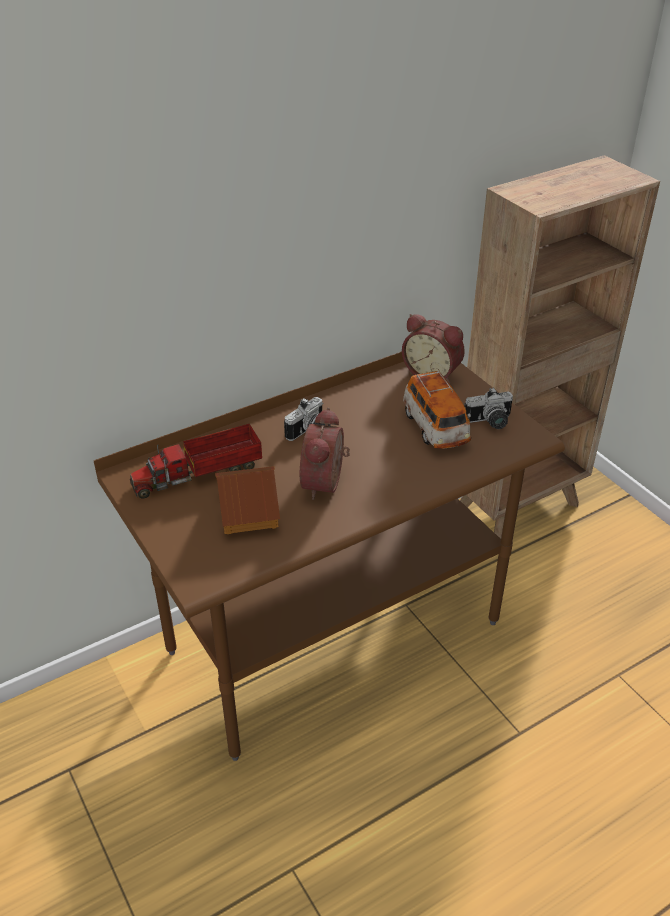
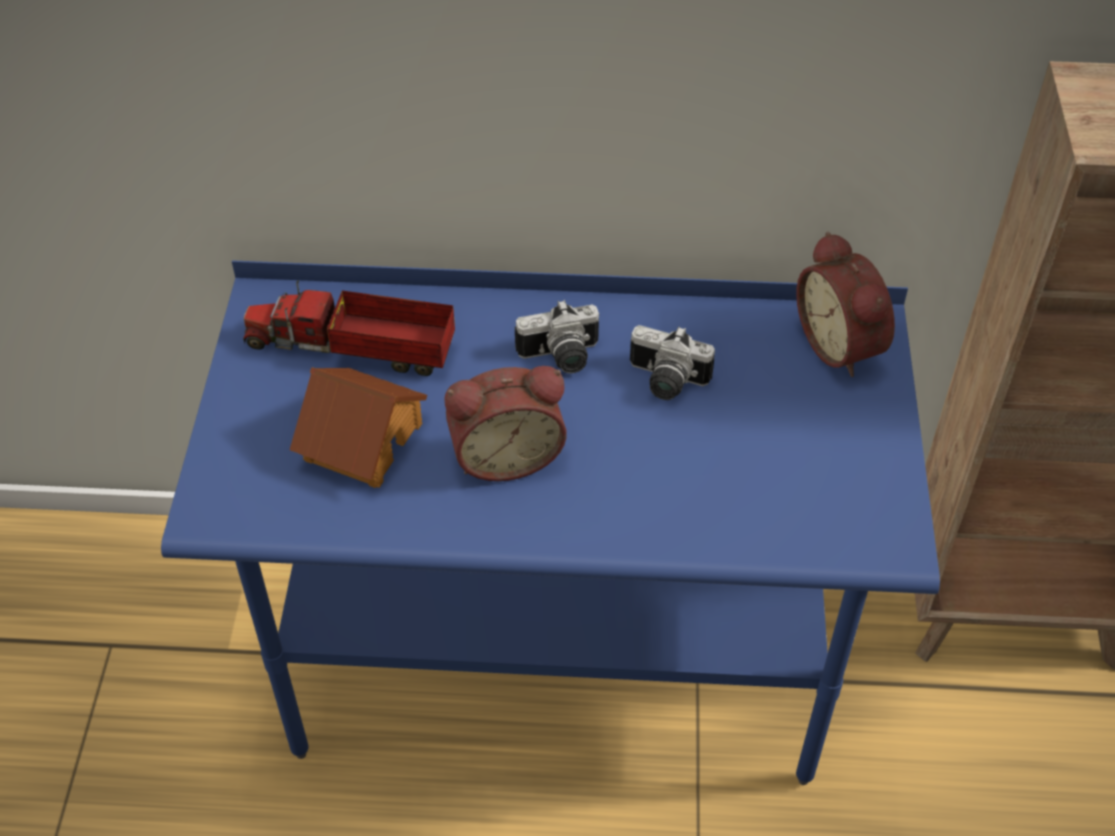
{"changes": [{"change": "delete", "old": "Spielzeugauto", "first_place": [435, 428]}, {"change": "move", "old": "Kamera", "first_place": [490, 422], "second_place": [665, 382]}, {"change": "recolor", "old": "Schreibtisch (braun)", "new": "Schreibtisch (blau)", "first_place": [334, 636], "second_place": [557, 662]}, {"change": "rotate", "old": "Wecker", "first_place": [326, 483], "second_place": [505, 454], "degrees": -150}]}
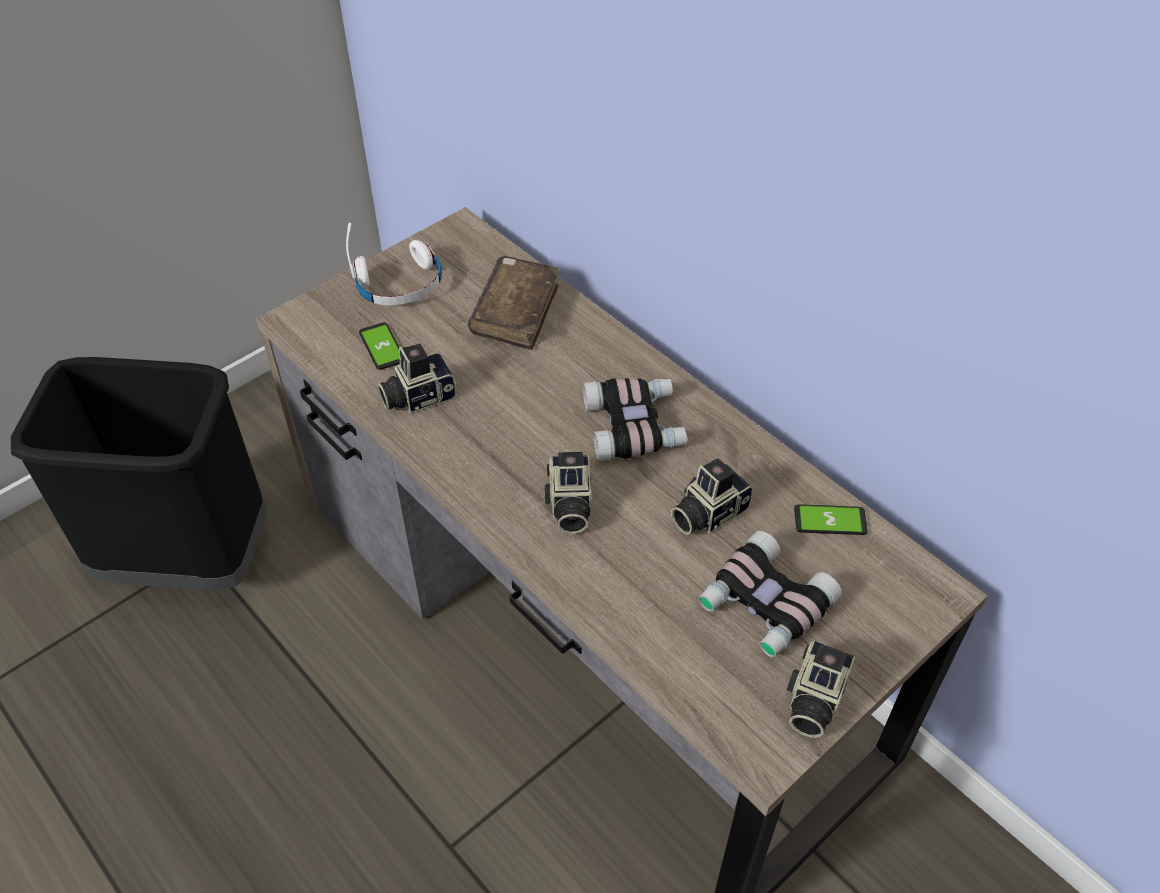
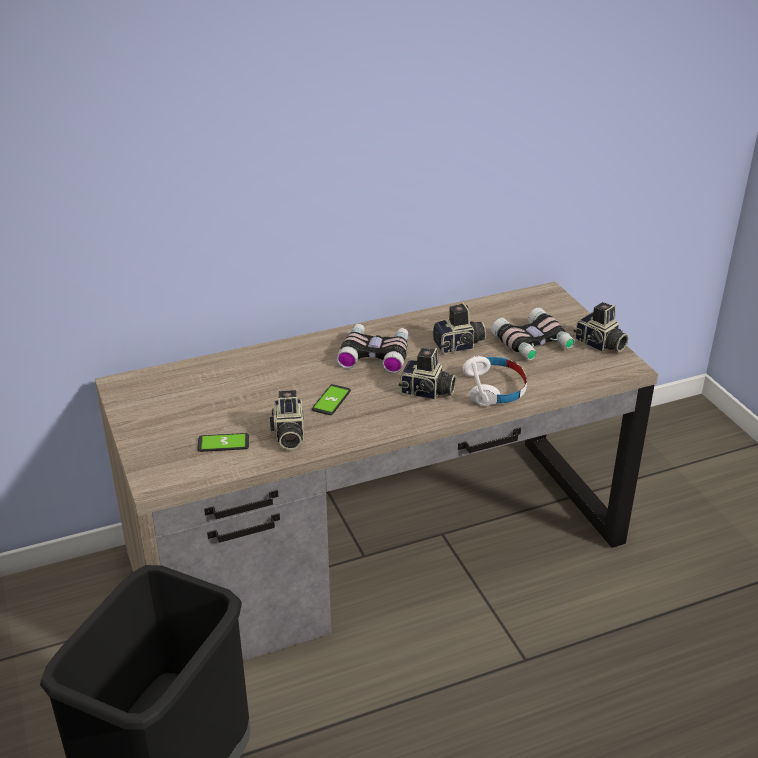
{"changes": [{"change": "delete", "old": "Buch (braun)", "first_place": [515, 312]}, {"change": "move", "old": "Kopfhörer (weiß)", "first_place": [400, 285], "second_place": [494, 388]}, {"change": "move", "old": "Handy", "first_place": [830, 520], "second_place": [331, 400]}, {"change": "rotate", "old": "Kamera", "first_place": [707, 512], "second_place": [459, 345], "degrees": -90}]}
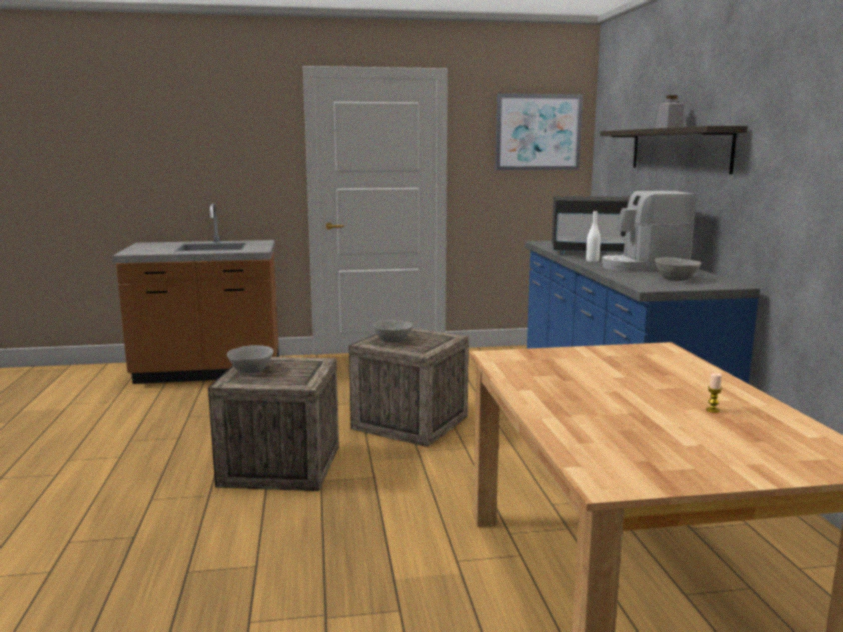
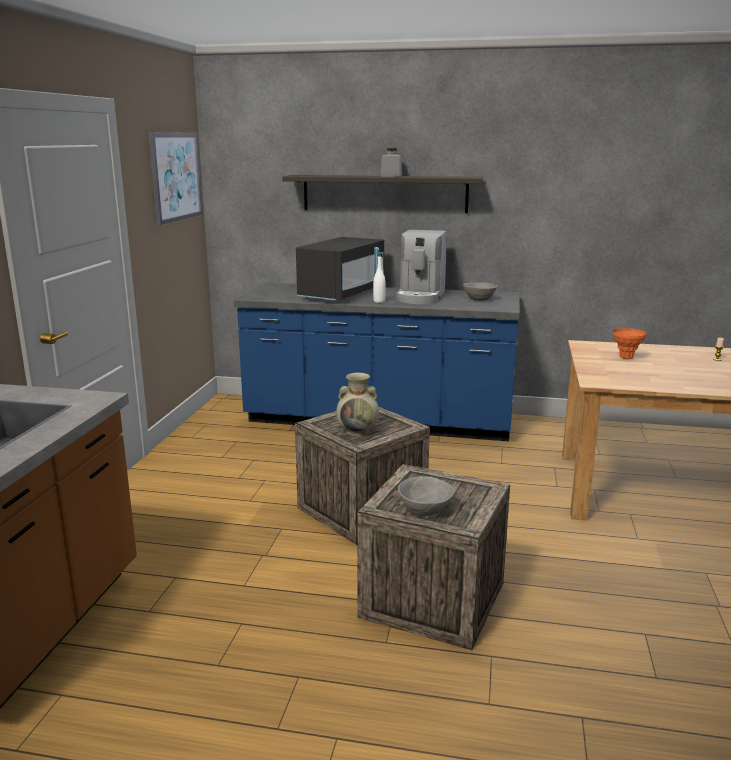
{"changes": [{"change": "insert", "new": "Vase (orange)", "second_place": [626, 357]}, {"change": "replace", "old": "Schüssel (grau)", "new": "Vase (beige)", "first_place": [393, 341], "second_place": [358, 431]}]}
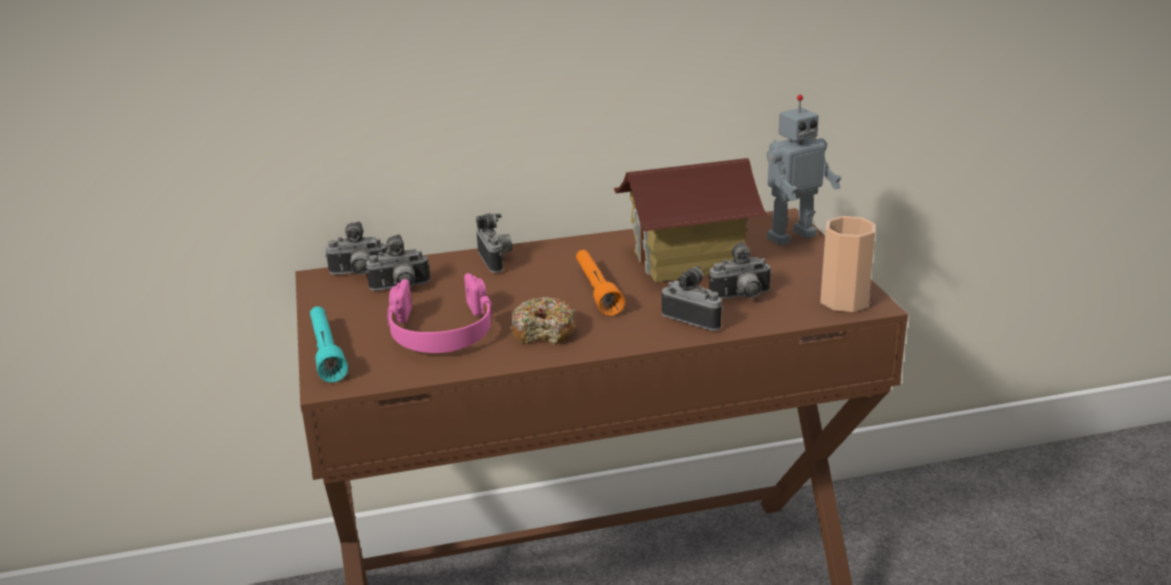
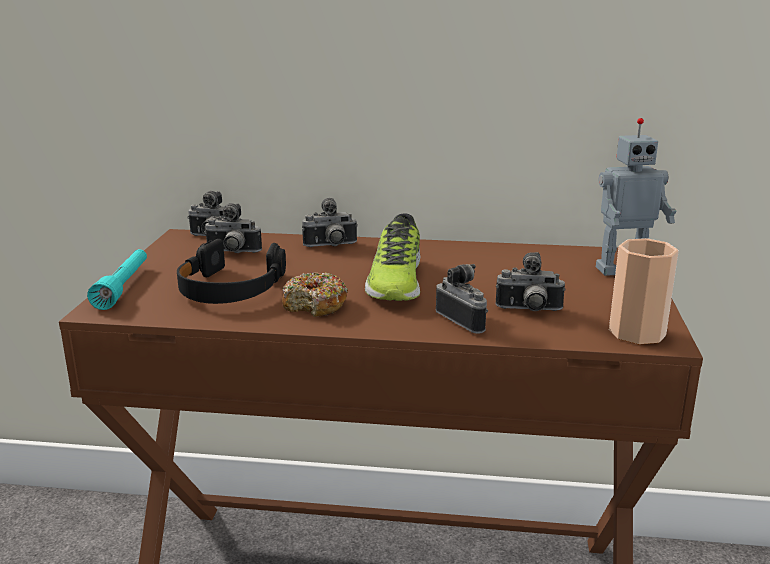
{"changes": [{"change": "delete", "old": "Spielzeughaus", "first_place": [688, 262]}, {"change": "replace", "old": "Taschenlampe (orange)", "new": "Schuh", "first_place": [596, 290], "second_place": [395, 281]}, {"change": "recolor", "old": "Kopfhörer (rosa)", "new": "Kopfhörer (schwarz)", "first_place": [441, 331], "second_place": [230, 288]}, {"change": "rotate", "old": "Kamera", "first_place": [496, 261], "second_place": [331, 246], "degrees": 75}]}
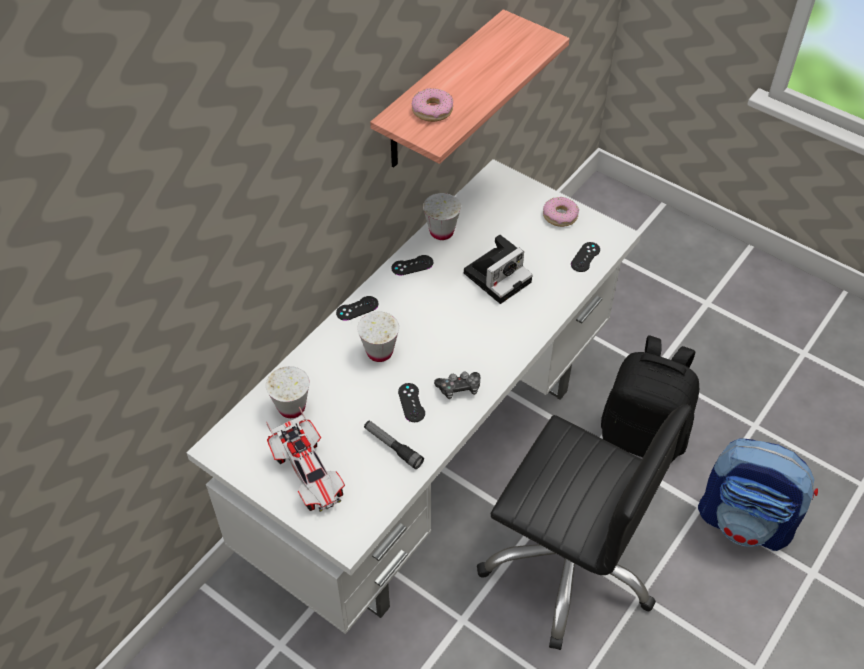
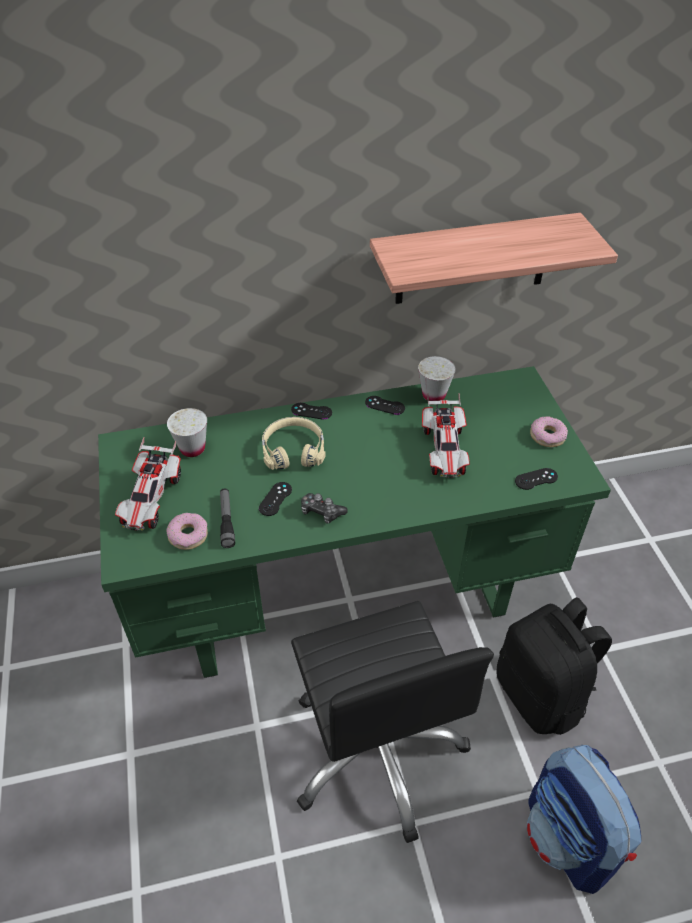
{"changes": [{"change": "move", "old": "Donut", "first_place": [432, 110], "second_place": [188, 535]}, {"change": "replace", "old": "Tasse (weiß)", "new": "Kopfhörer (beige)", "first_place": [379, 352], "second_place": [293, 450]}, {"change": "replace", "old": "Kamera", "new": "Spielzeugauto", "first_place": [498, 276], "second_place": [444, 450]}, {"change": "recolor", "old": "Schreibtisch (weiß)", "new": "Schreibtisch (grün)", "first_place": [430, 463], "second_place": [346, 595]}]}
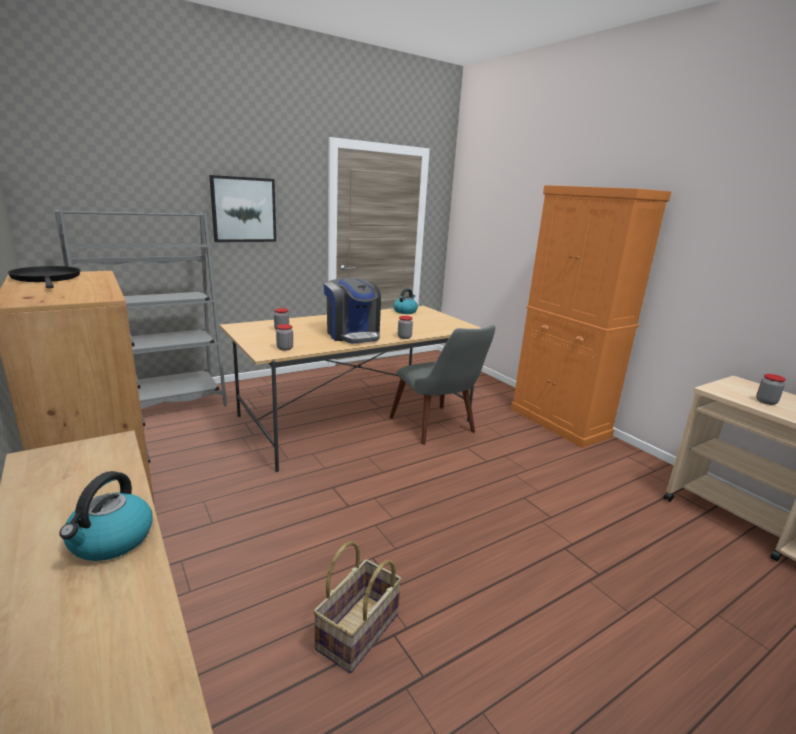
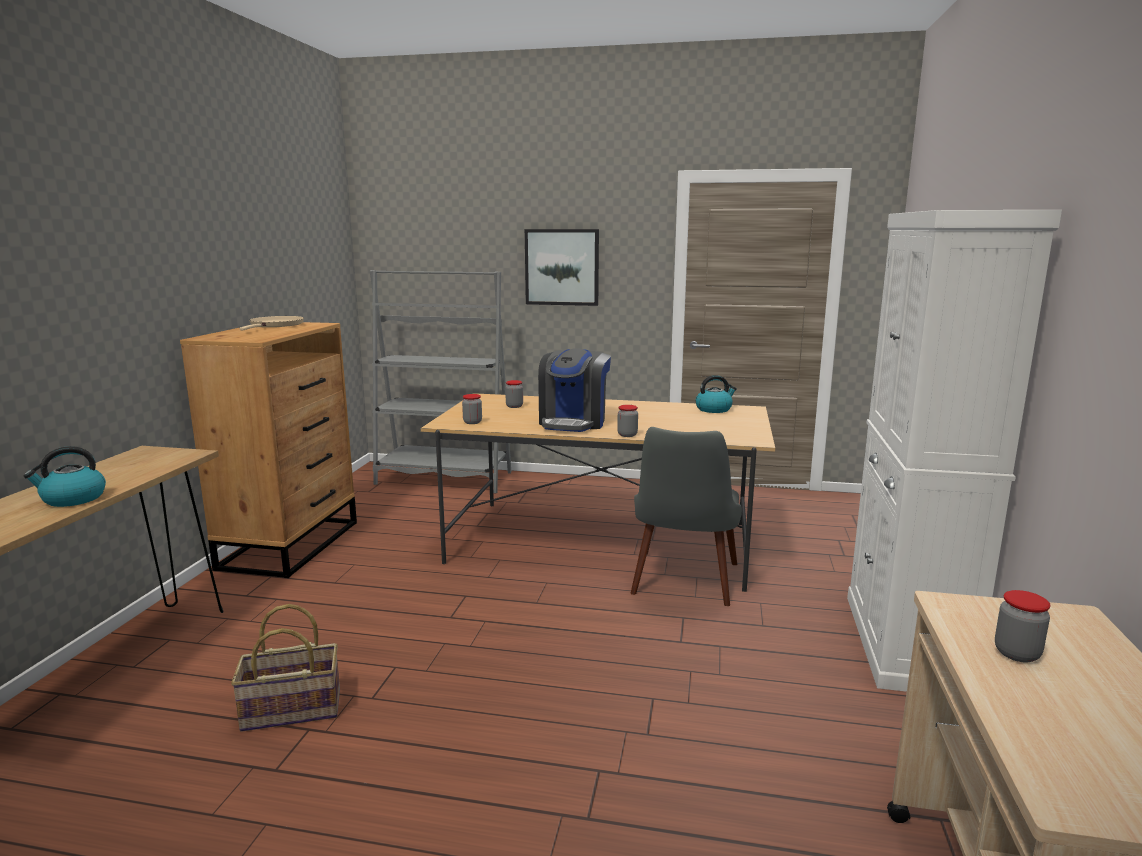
{"changes": [{"change": "recolor", "old": "Pfanne (schwarz)", "new": "Pfanne (beige)", "first_place": [47, 279], "second_place": [275, 325]}, {"change": "recolor", "old": "Schrank (orange)", "new": "Schrank (weiß)", "first_place": [559, 422], "second_place": [904, 643]}]}
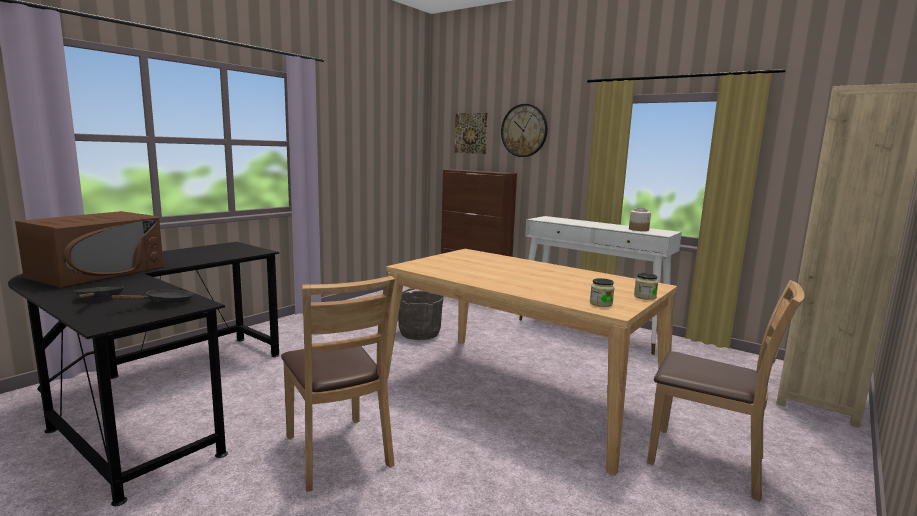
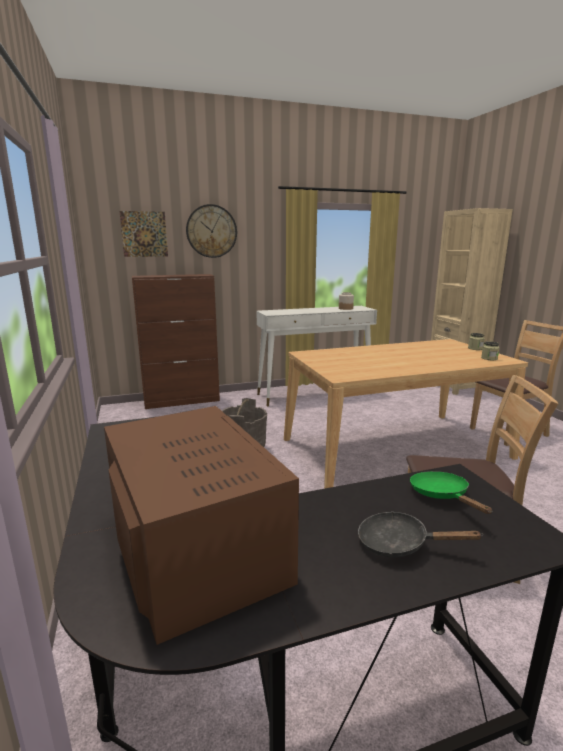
{"changes": [{"change": "recolor", "old": "Pfanne (schwarz)", "new": "Pfanne (grün)", "first_place": [164, 303], "second_place": [442, 495]}]}
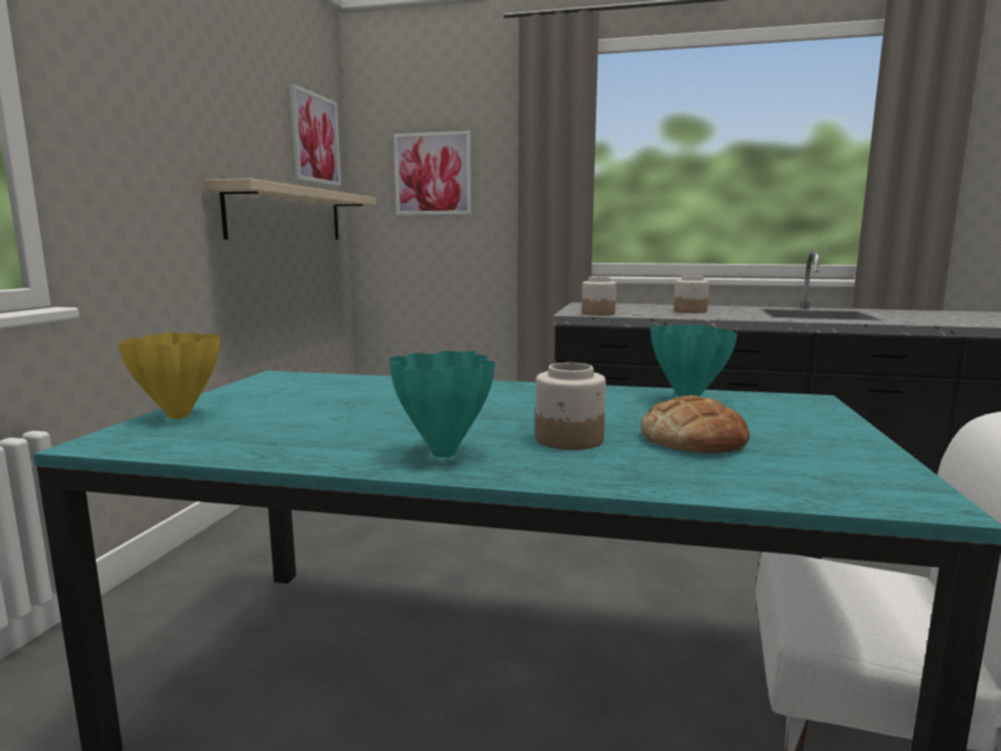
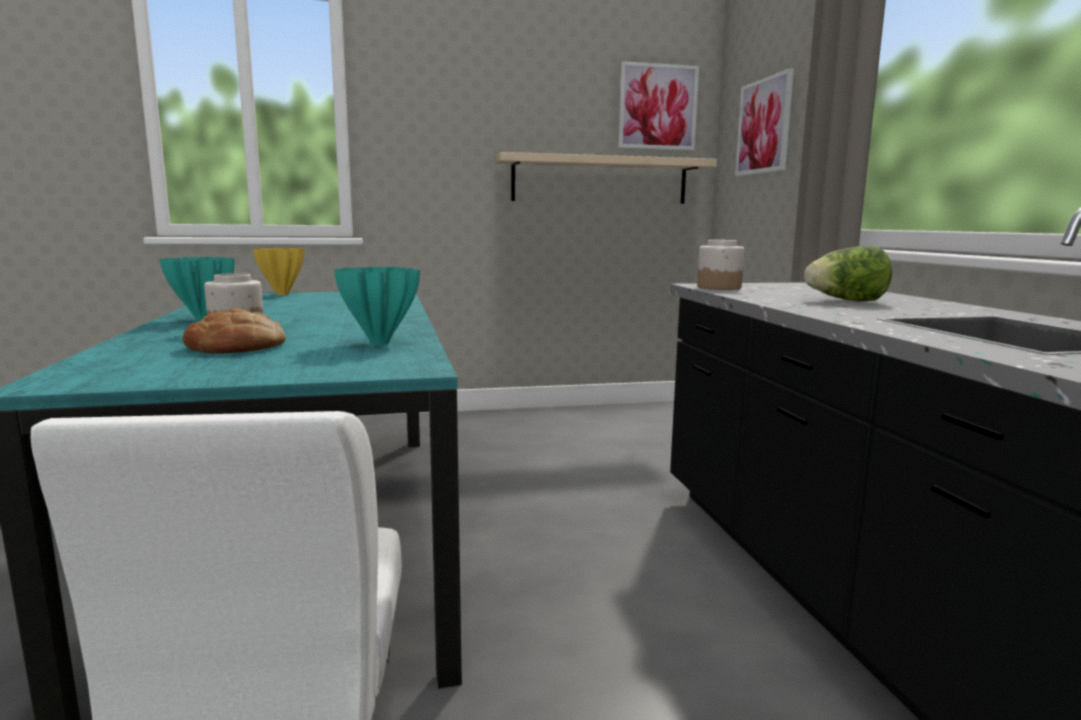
{"changes": [{"change": "replace", "old": "Vorratsglas", "new": "Salatkopf", "first_place": [690, 311], "second_place": [846, 301]}]}
